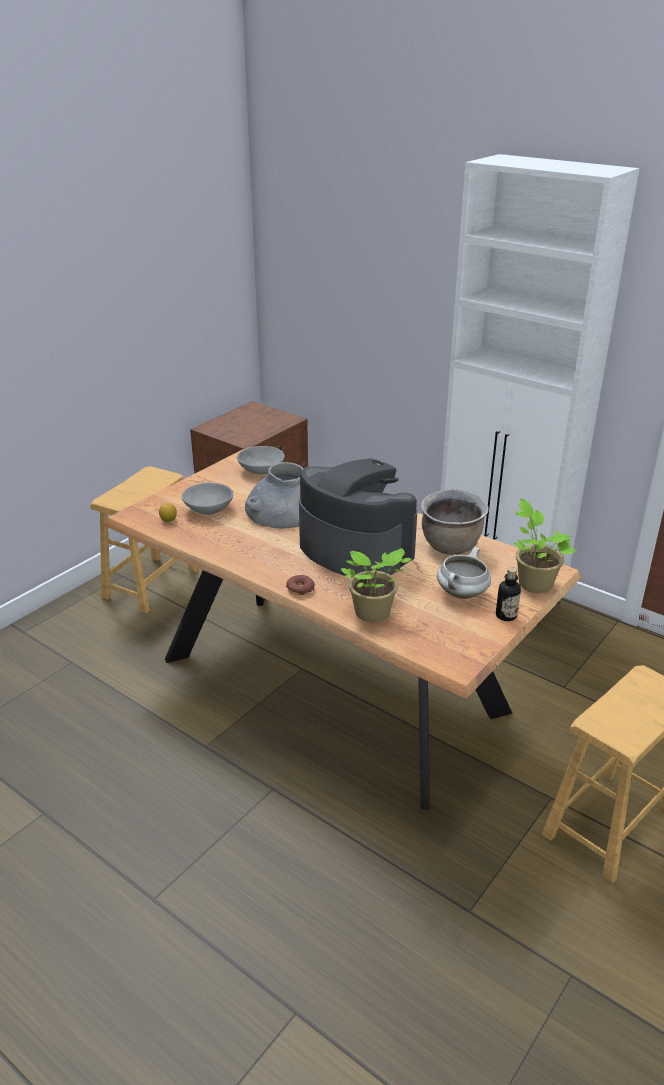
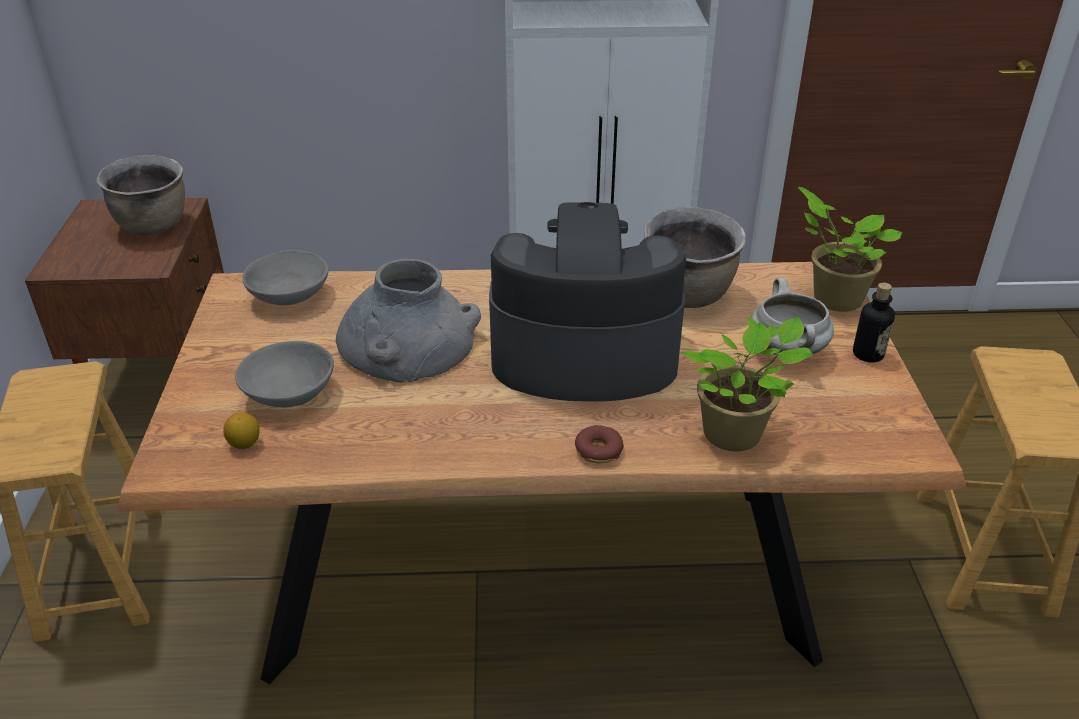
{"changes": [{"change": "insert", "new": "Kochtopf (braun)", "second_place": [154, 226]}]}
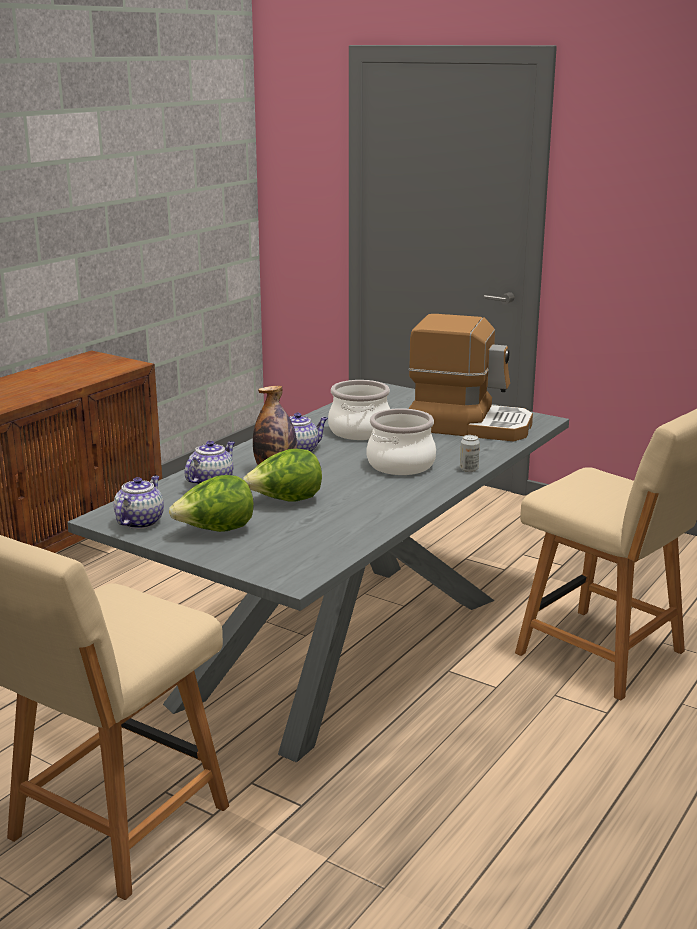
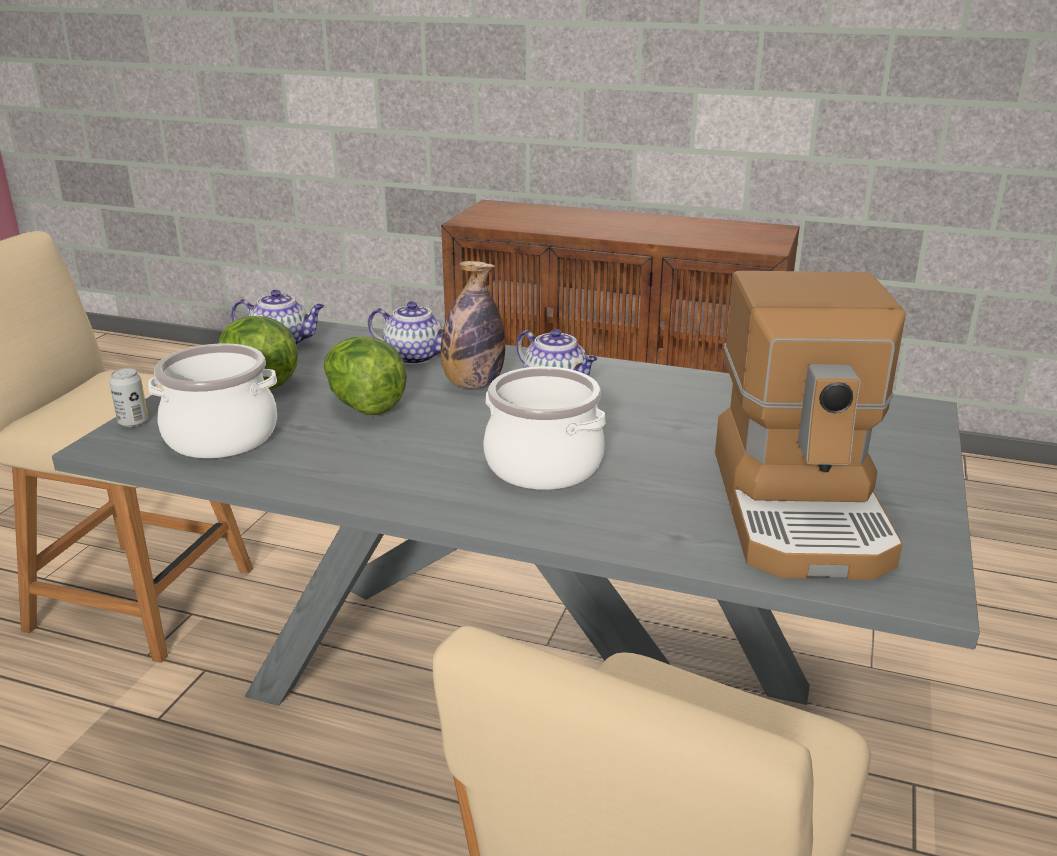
{"changes": [{"change": "move", "old": "Kochtopf", "first_place": [359, 431], "second_place": [221, 436]}, {"change": "move", "old": "Dose", "first_place": [469, 469], "second_place": [133, 422]}]}
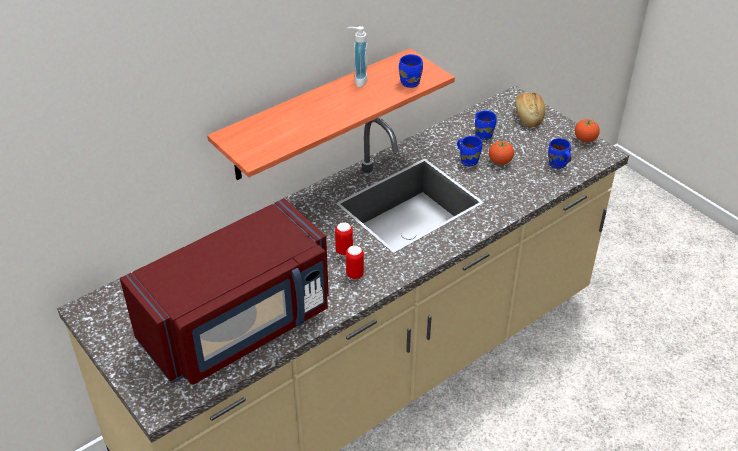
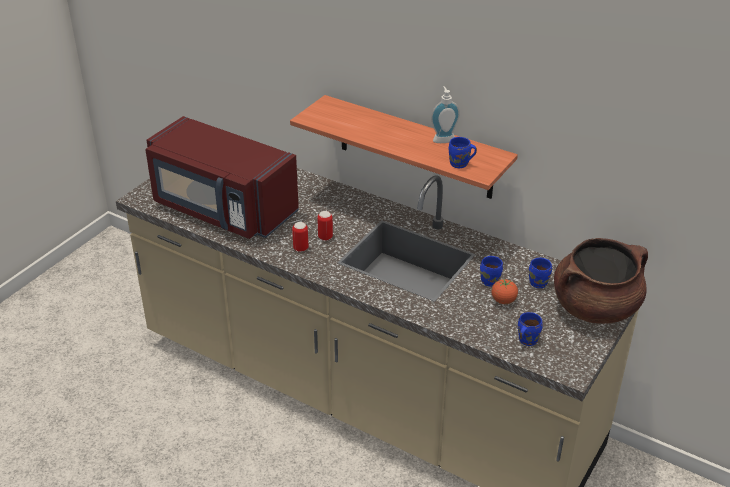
{"changes": [{"change": "delete", "old": "Tomate", "first_place": [585, 139]}, {"change": "replace", "old": "Brot", "new": "Kochtopf (braun)", "first_place": [528, 116], "second_place": [595, 308]}]}
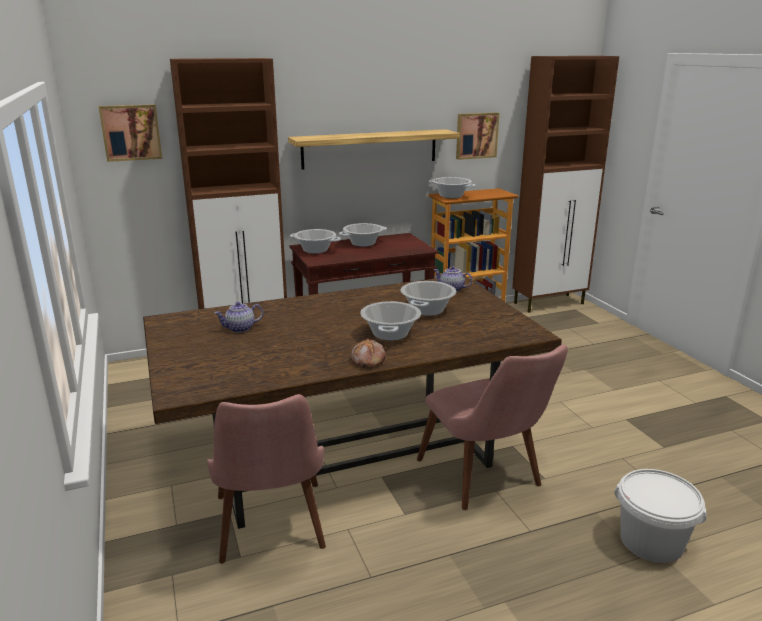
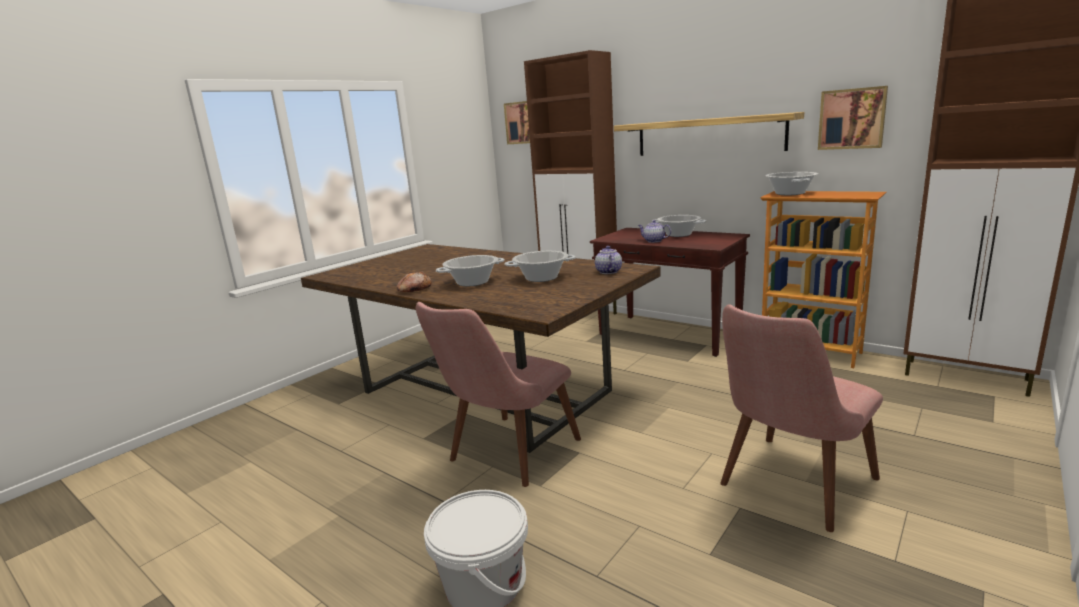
{"changes": [{"change": "delete", "old": "Kochtopf", "first_place": [315, 250]}, {"change": "move", "old": "Stuhl (rosa)", "first_place": [272, 532], "second_place": [789, 489]}, {"change": "move", "old": "Teekanne", "first_place": [240, 328], "second_place": [654, 241]}]}
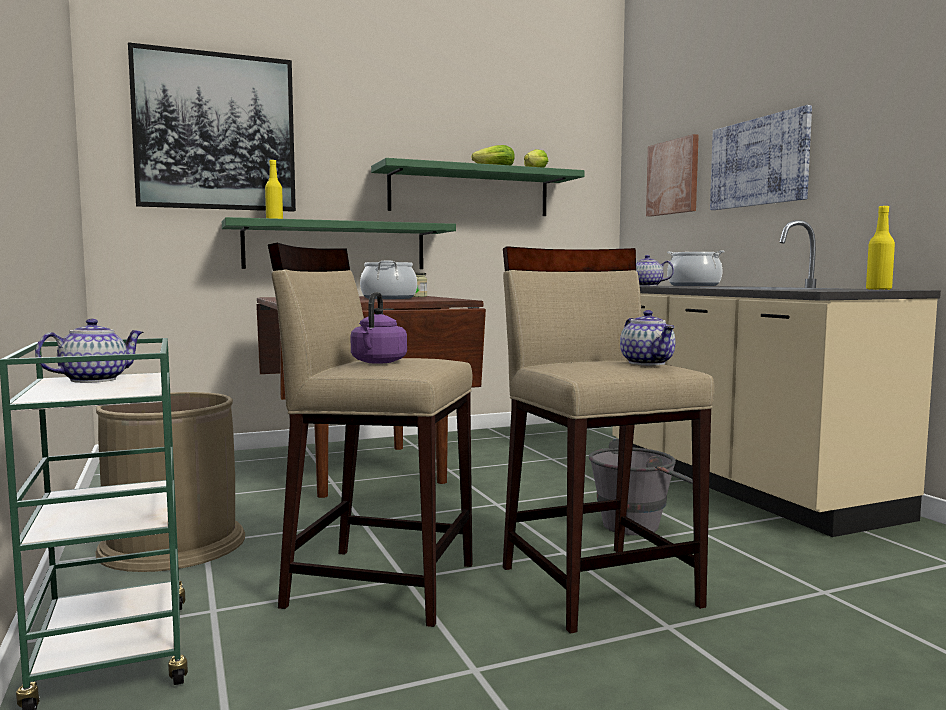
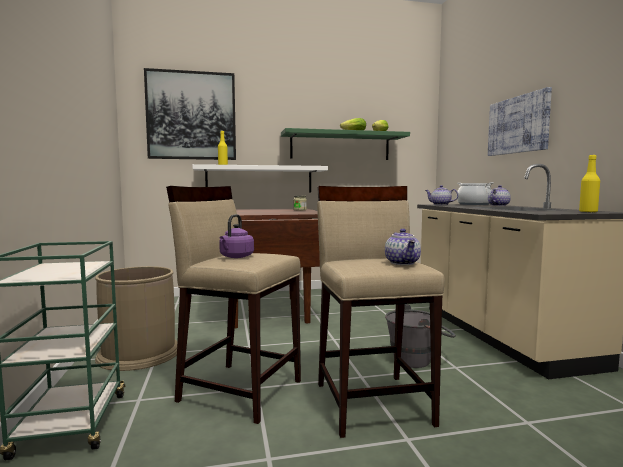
{"changes": [{"change": "delete", "old": "Kochtopf", "first_place": [388, 298]}, {"change": "delete", "old": "Bild", "first_place": [673, 177]}, {"change": "move", "old": "Teekanne", "first_place": [94, 380], "second_place": [498, 205]}, {"change": "recolor", "old": "Wandregal (grün)", "new": "Wandregal (weiß)", "first_place": [335, 246], "second_place": [259, 179]}]}
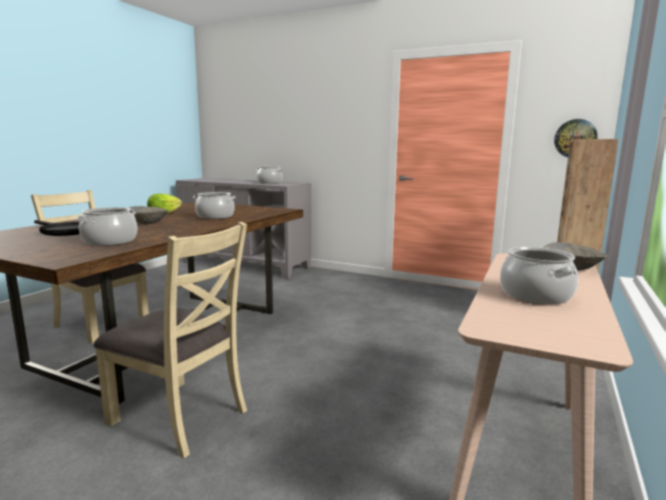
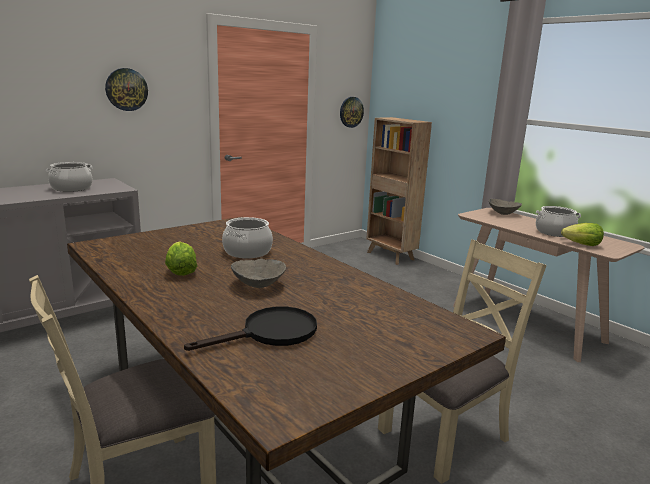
{"changes": [{"change": "delete", "old": "Kochtopf", "first_place": [110, 241]}, {"change": "insert", "new": "Wanduhr", "second_place": [126, 89]}, {"change": "insert", "new": "Salatkopf", "second_place": [582, 245]}]}
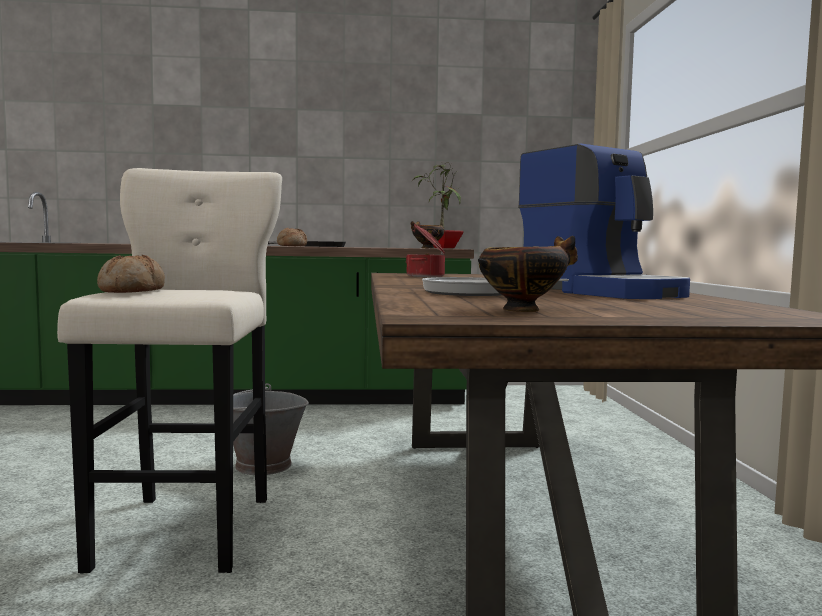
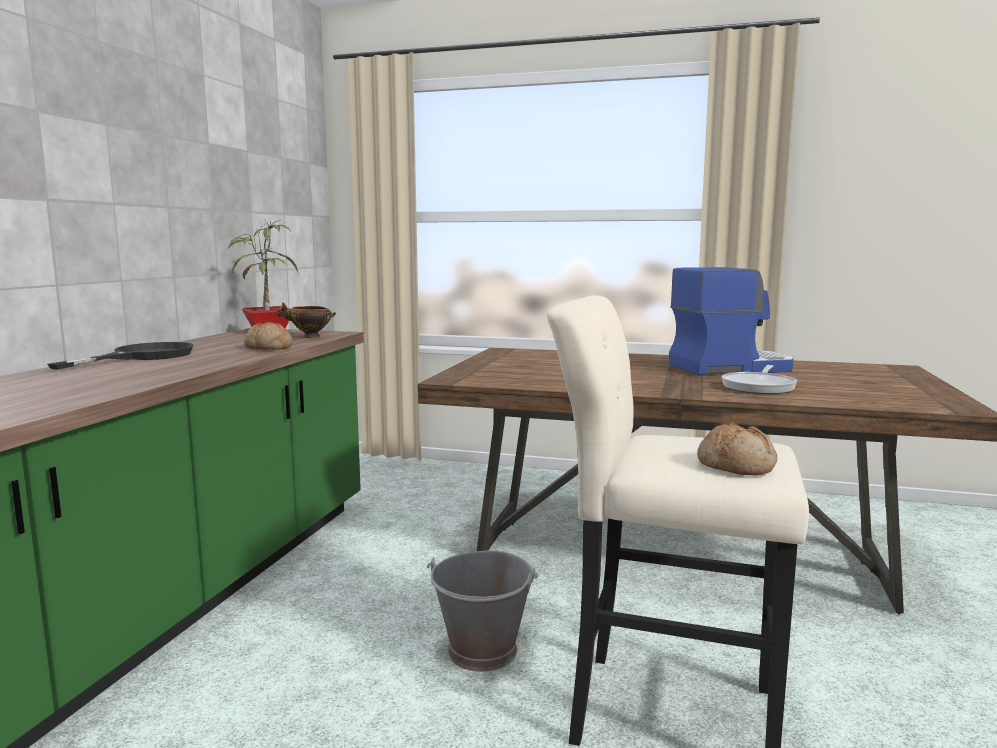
{"changes": [{"change": "delete", "old": "Kochtopf", "first_place": [426, 276]}, {"change": "delete", "old": "Schüssel", "first_place": [524, 310]}, {"change": "move", "old": "Brot", "first_place": [291, 246], "second_place": [268, 348]}]}
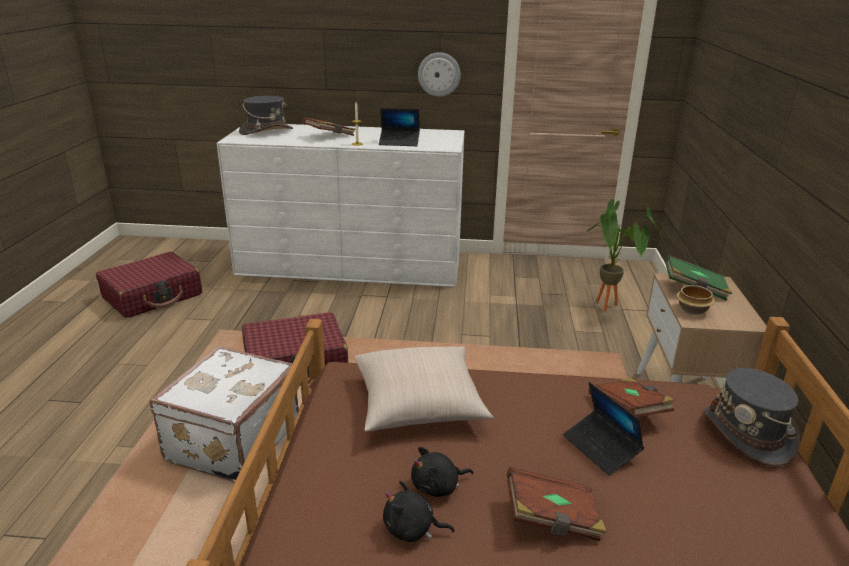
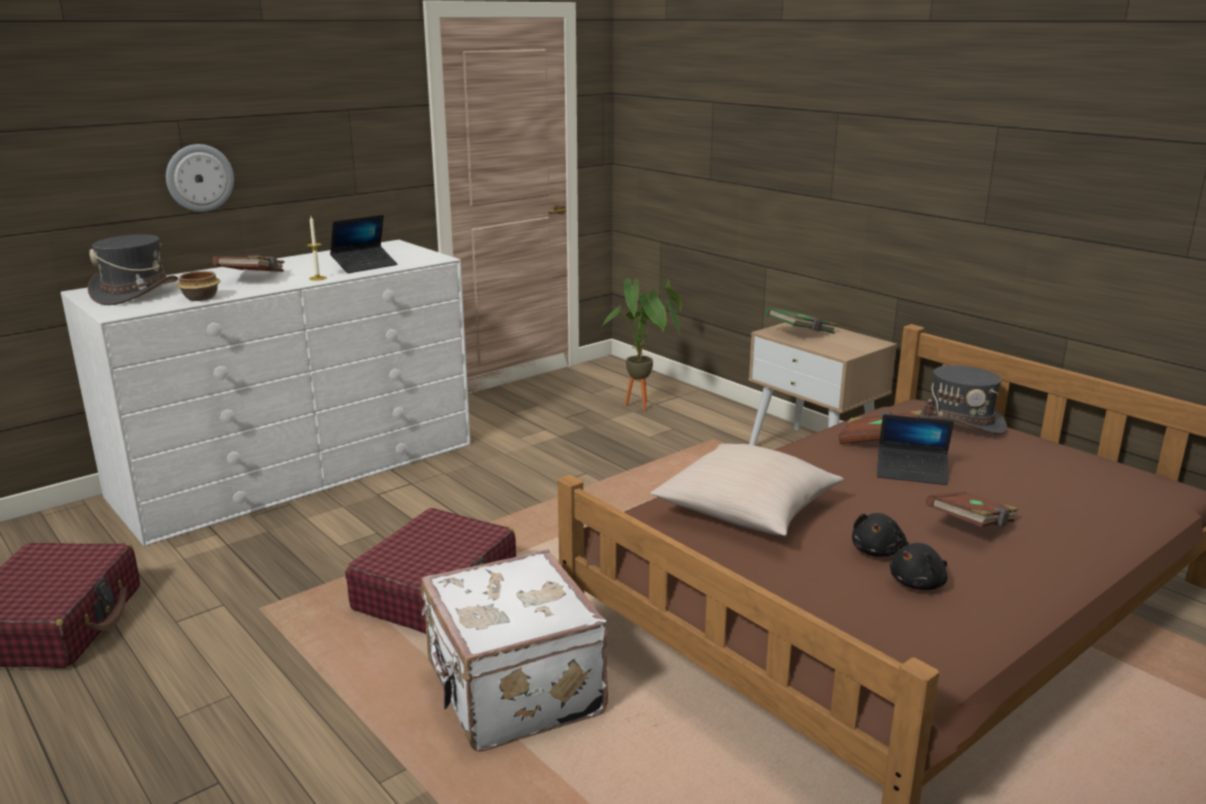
{"changes": [{"change": "move", "old": "Wanduhr", "first_place": [439, 74], "second_place": [199, 178]}, {"change": "move", "old": "Schüssel", "first_place": [693, 310], "second_place": [201, 298]}]}
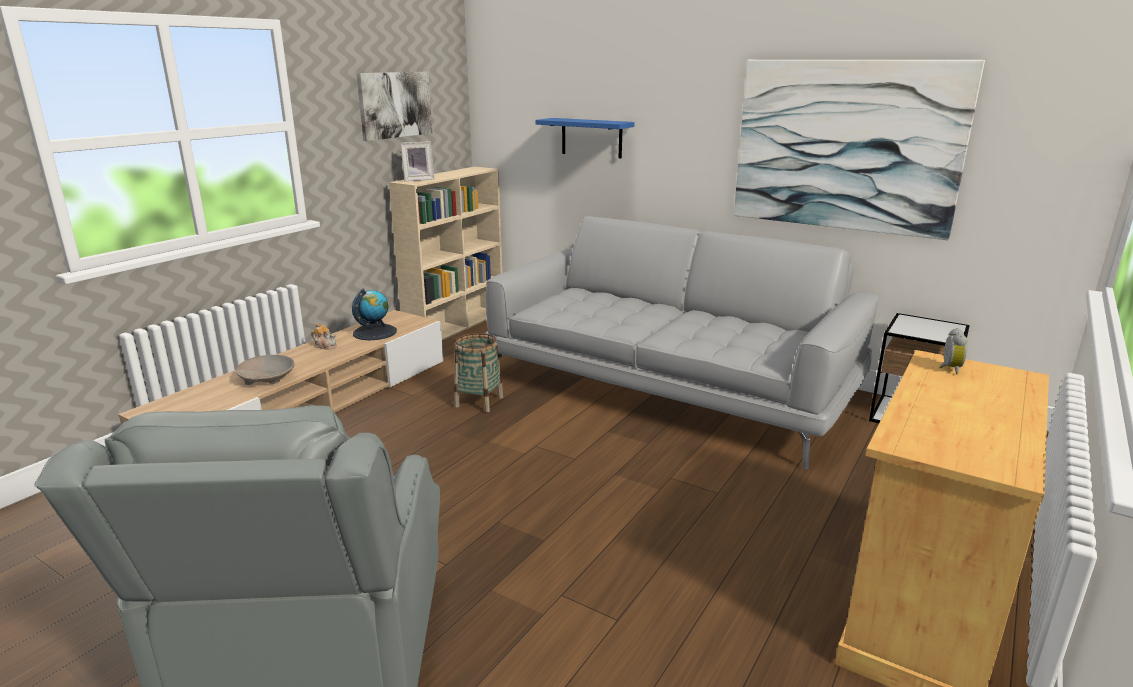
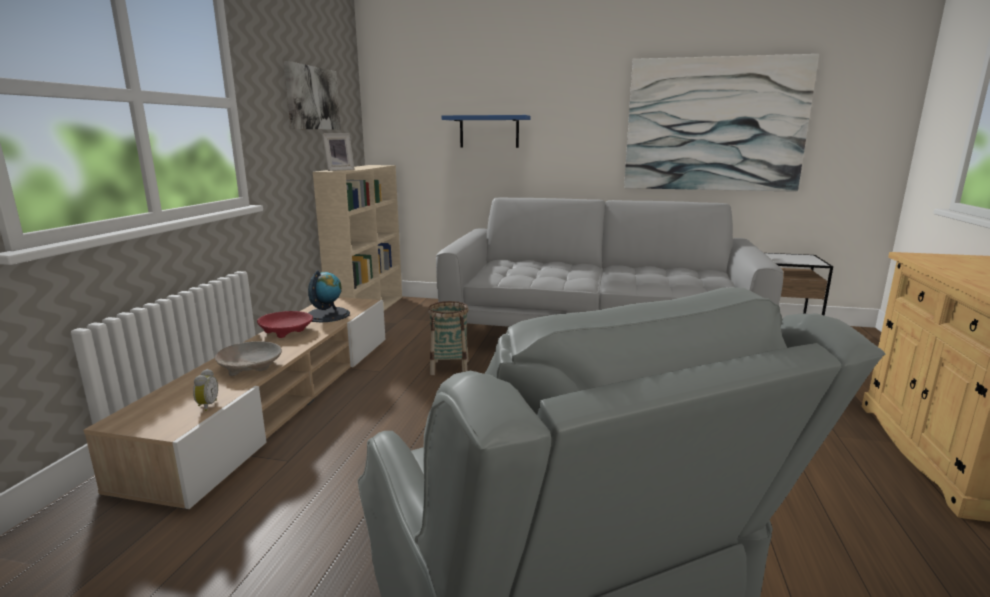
{"changes": [{"change": "move", "old": "Wecker", "first_place": [949, 369], "second_place": [206, 405]}, {"change": "replace", "old": "Teekanne", "new": "Schüssel (rot)", "first_place": [325, 346], "second_place": [286, 331]}]}
